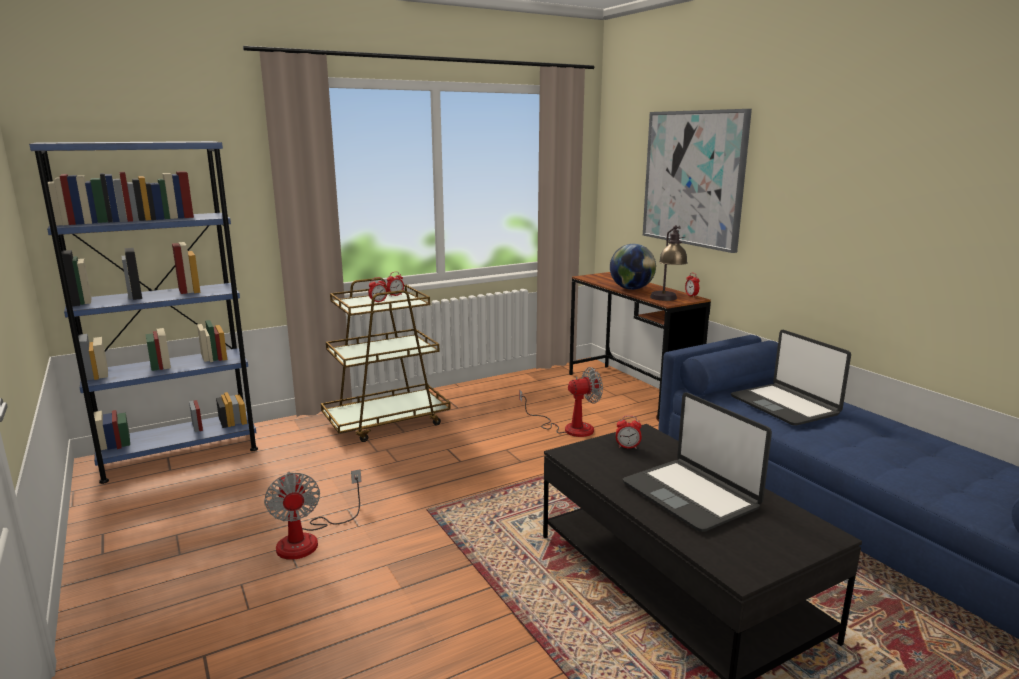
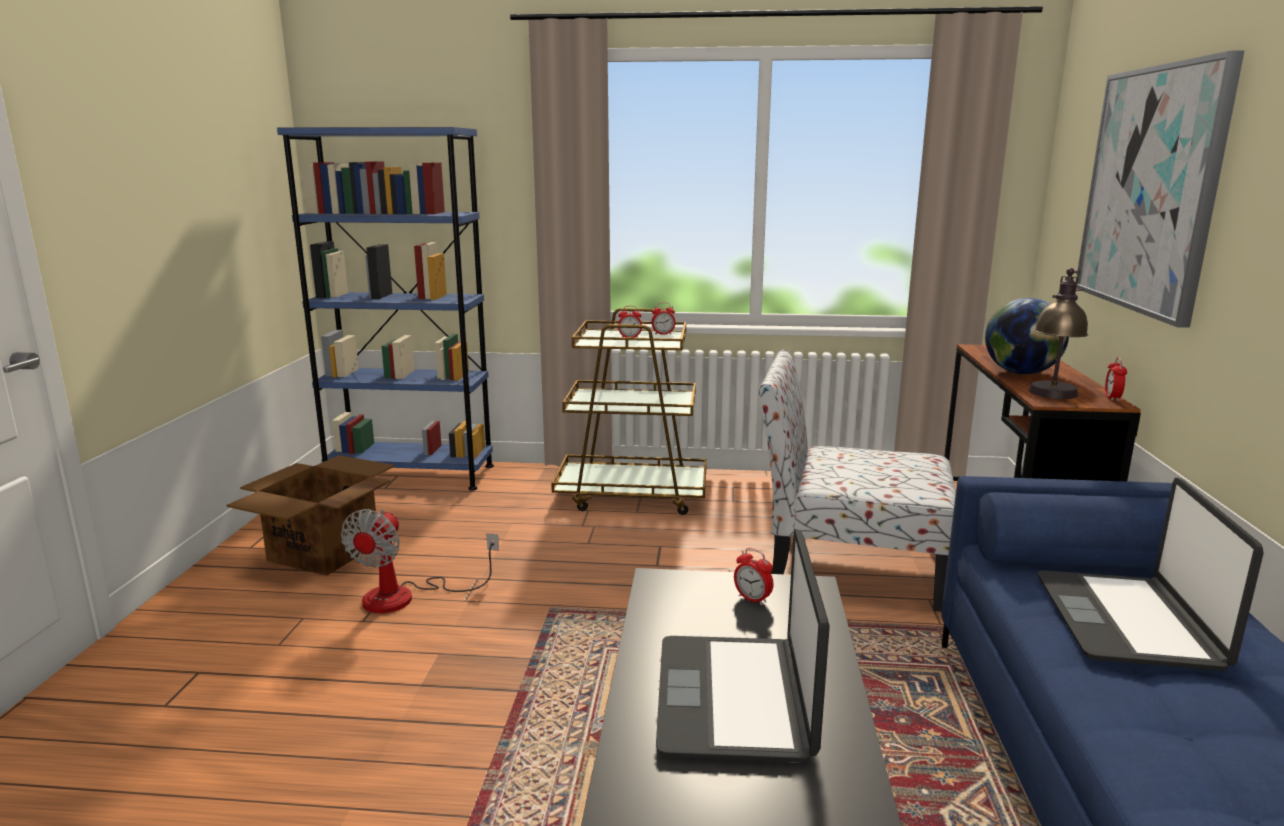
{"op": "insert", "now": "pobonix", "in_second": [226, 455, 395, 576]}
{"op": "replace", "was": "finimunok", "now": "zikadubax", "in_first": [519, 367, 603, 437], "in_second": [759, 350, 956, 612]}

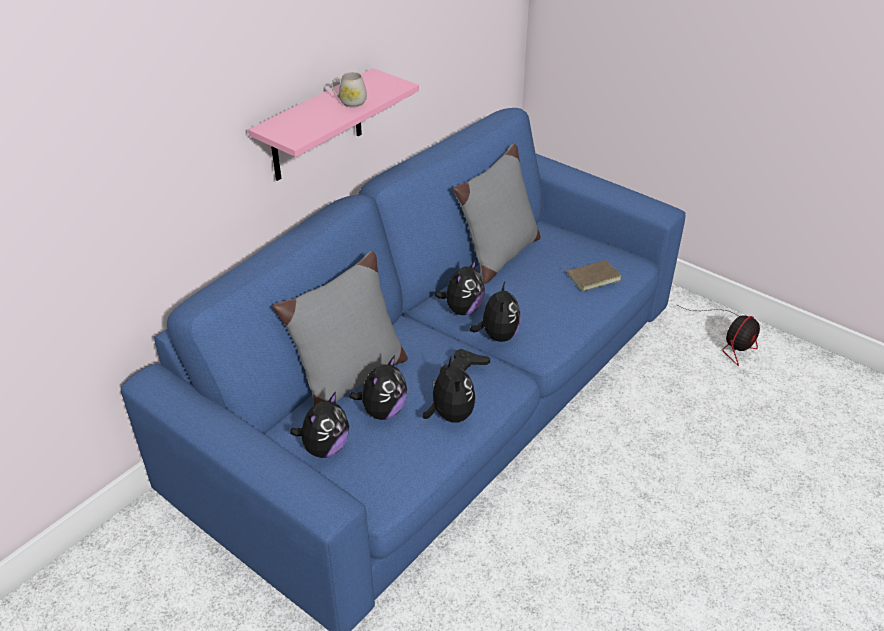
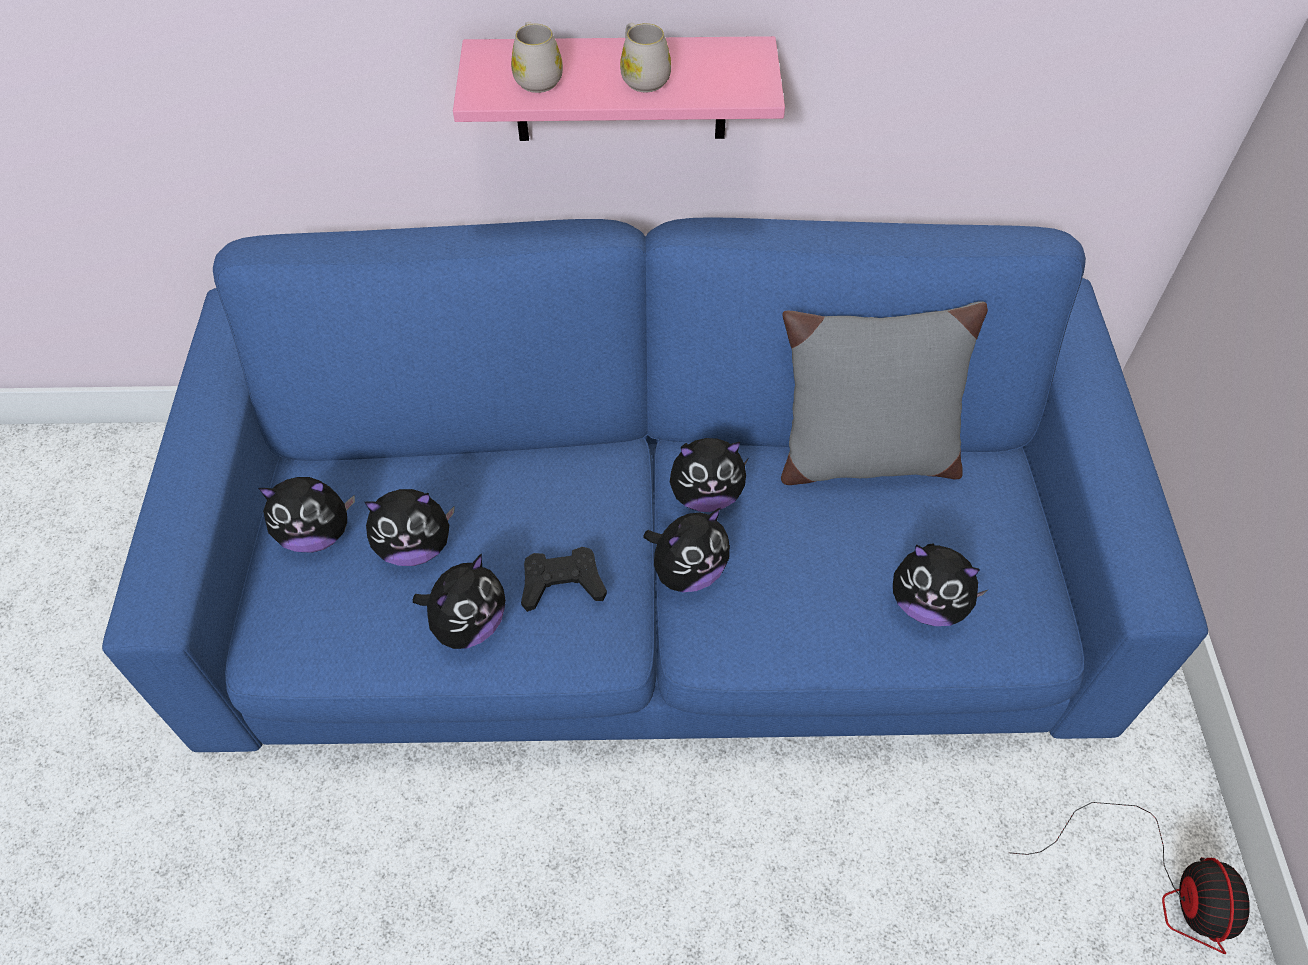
{"op": "delete", "was": "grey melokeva", "in_first": [272, 251, 408, 406]}
{"op": "insert", "now": "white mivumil", "in_second": [511, 22, 563, 93]}
{"op": "replace", "was": "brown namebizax", "now": "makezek", "in_first": [563, 260, 622, 291], "in_second": [893, 543, 989, 626]}
{"op": "rotate", "was": "finimunok", "in_first": [676, 304, 760, 366], "in_second": [1008, 802, 1250, 954], "clockwise": -90}

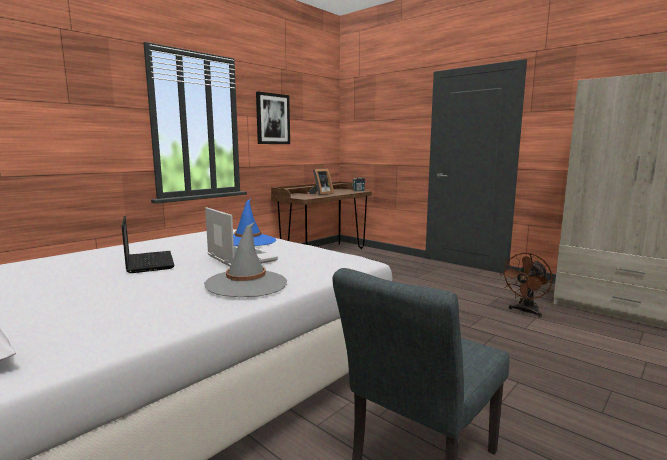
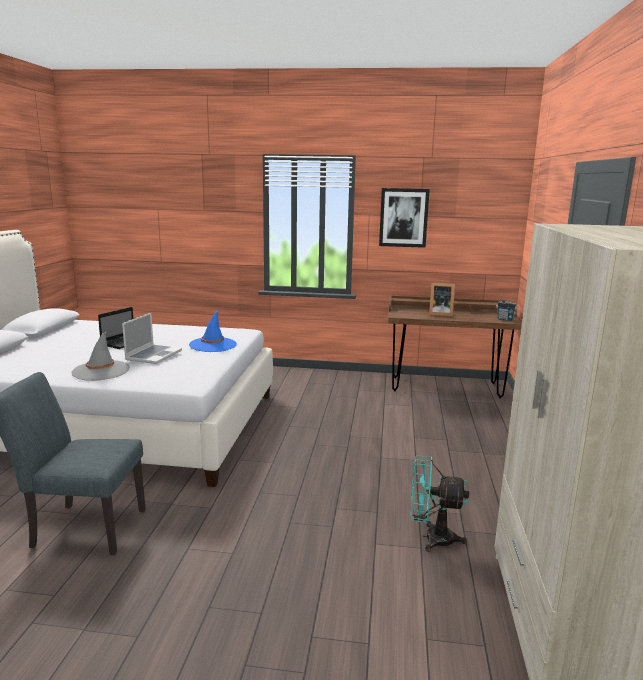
{"op": "recolor", "was": "brown finimunok", "now": "turquoise finimunok", "in_first": [500, 253, 552, 317], "in_second": [410, 455, 469, 552]}

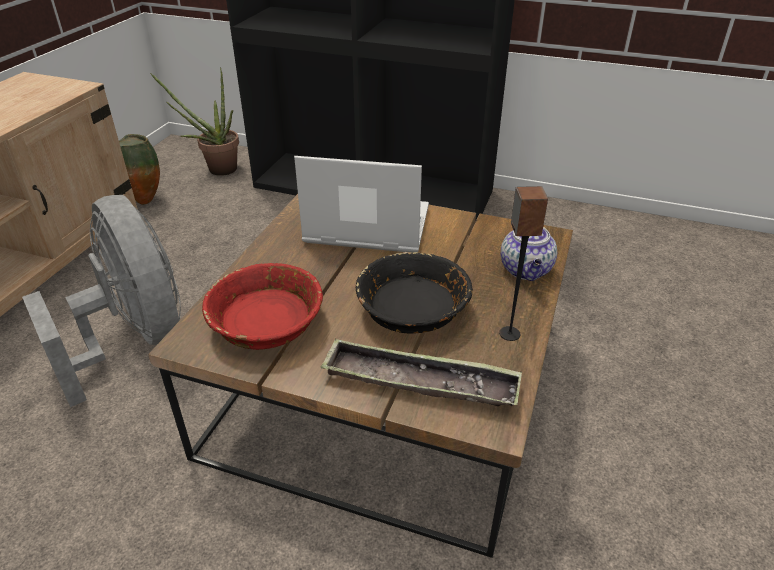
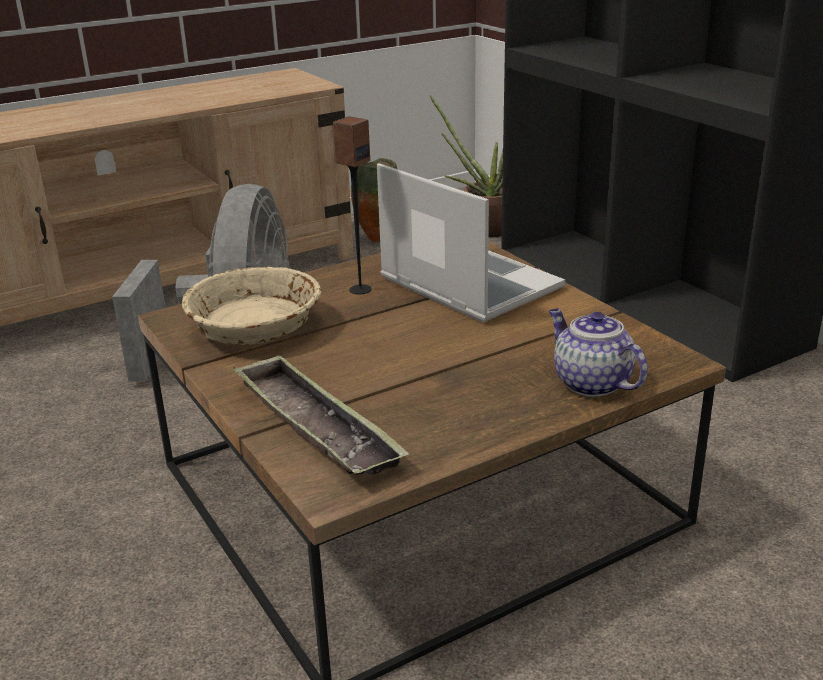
{"op": "delete", "was": "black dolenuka", "in_first": [356, 252, 473, 333]}
{"op": "move", "was": "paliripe", "in_first": [499, 186, 548, 341], "in_second": [333, 116, 372, 294]}
{"op": "recolor", "was": "red dolenuka", "now": "beige dolenuka", "in_first": [202, 263, 323, 350], "in_second": [182, 267, 321, 345]}
{"op": "rotate", "was": "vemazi", "in_first": [501, 227, 557, 281], "in_second": [549, 309, 648, 397], "clockwise": 105}

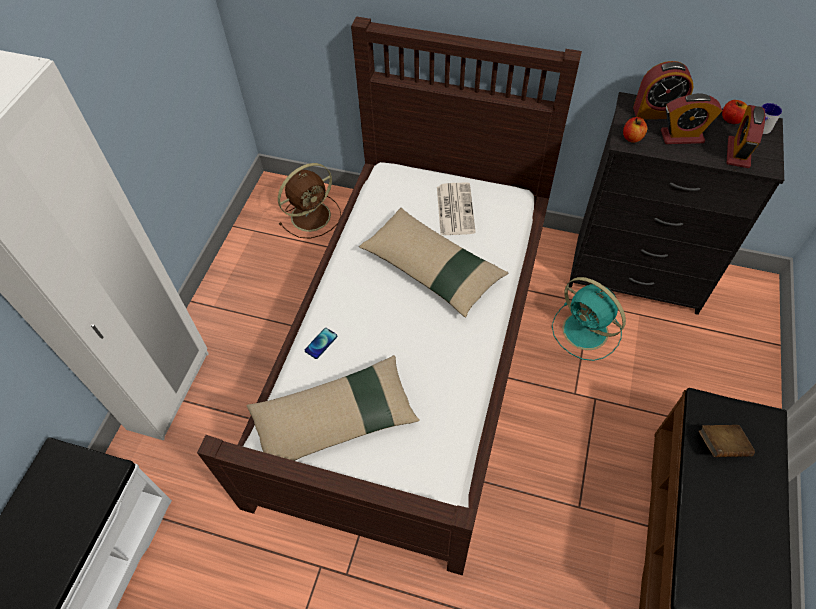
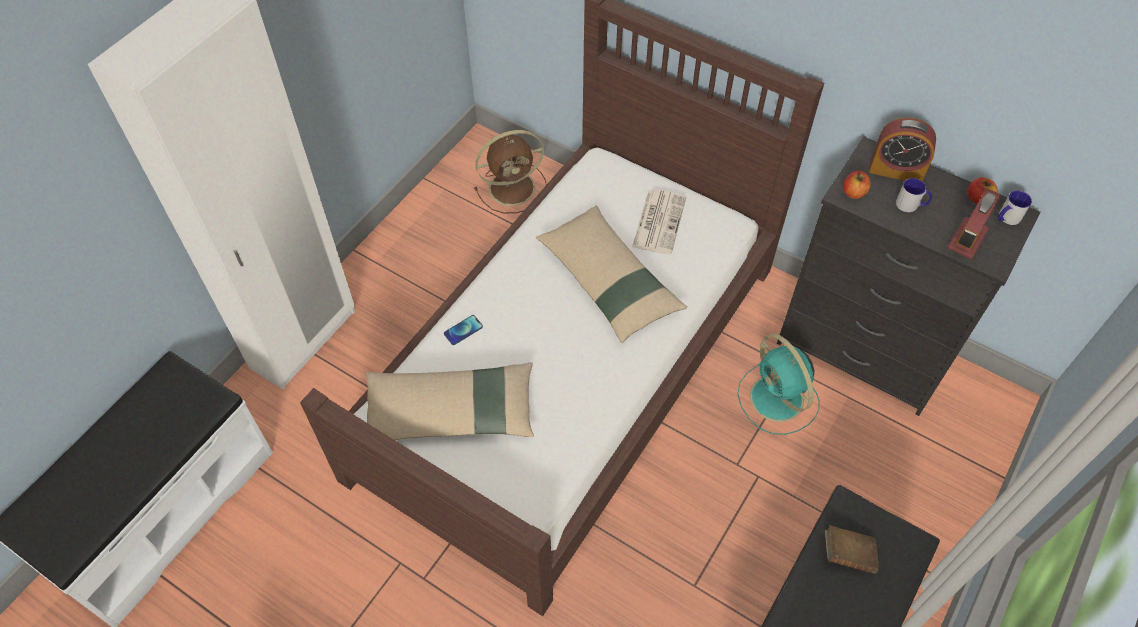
{"op": "replace", "was": "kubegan", "now": "mivumil", "in_first": [661, 93, 722, 144], "in_second": [896, 178, 932, 212]}

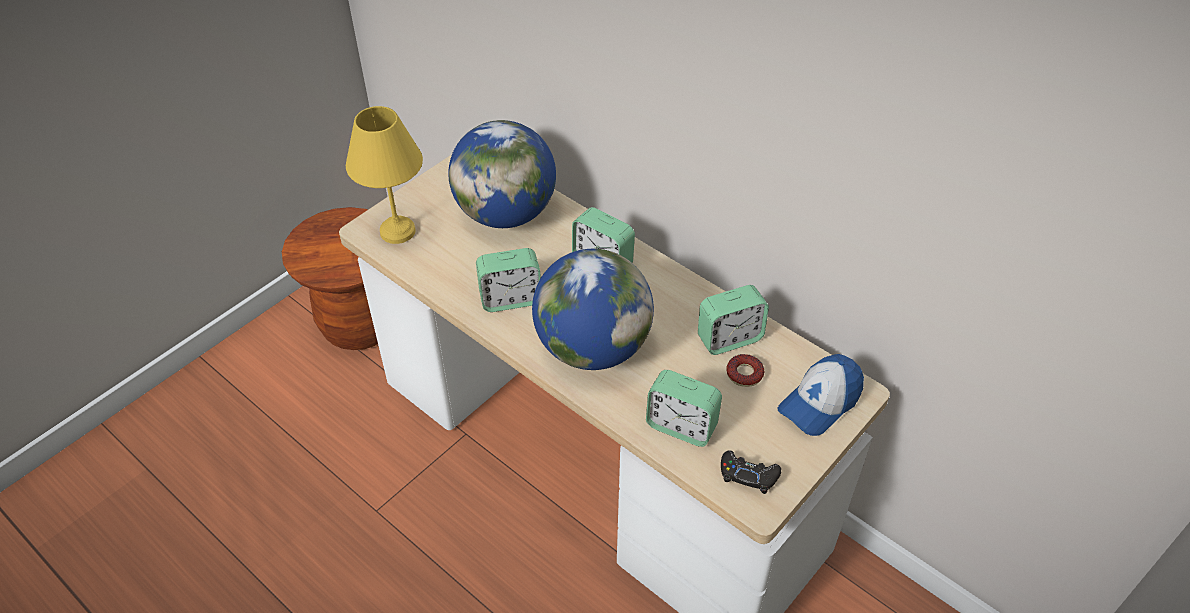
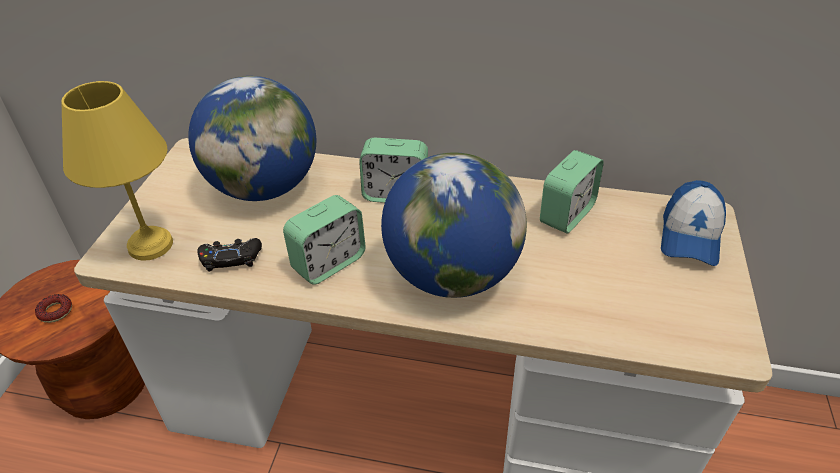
{"op": "delete", "was": "kubegan", "in_first": [646, 370, 722, 447]}
{"op": "move", "was": "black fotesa", "in_first": [721, 451, 781, 494], "in_second": [197, 238, 262, 272]}
{"op": "move", "was": "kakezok", "in_first": [726, 354, 764, 387], "in_second": [35, 294, 72, 323]}

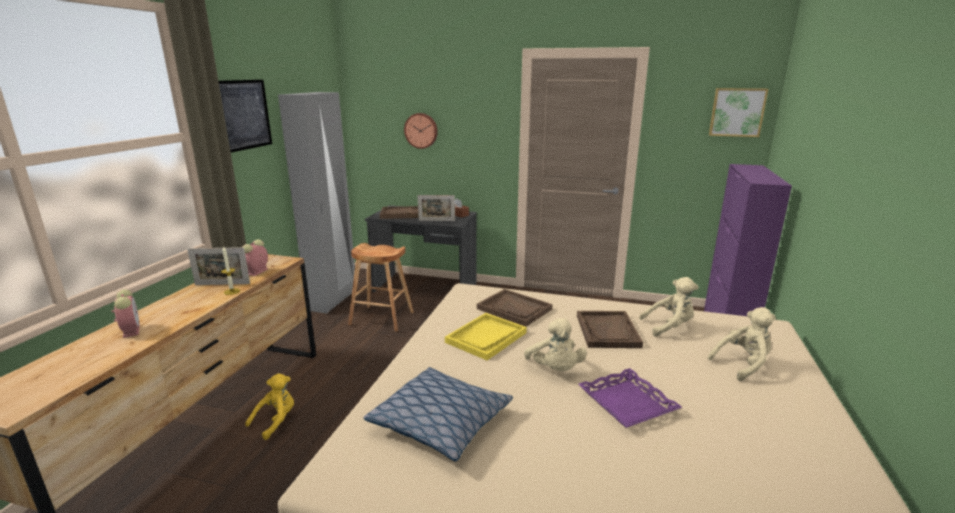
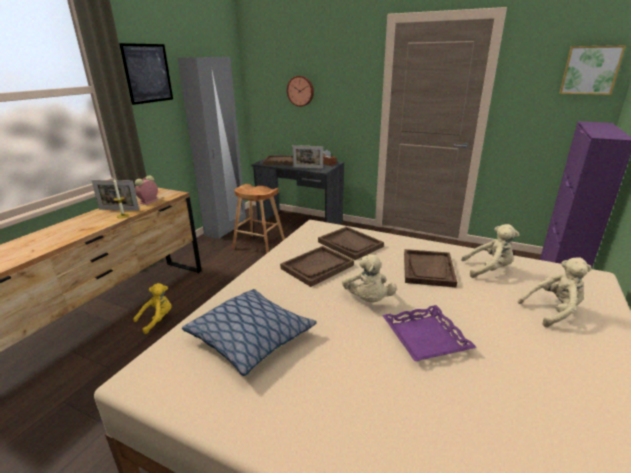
{"op": "delete", "was": "kubegan", "in_first": [112, 290, 140, 338]}
{"op": "recolor", "was": "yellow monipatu", "now": "brown monipatu", "in_first": [445, 313, 527, 360], "in_second": [280, 246, 354, 287]}

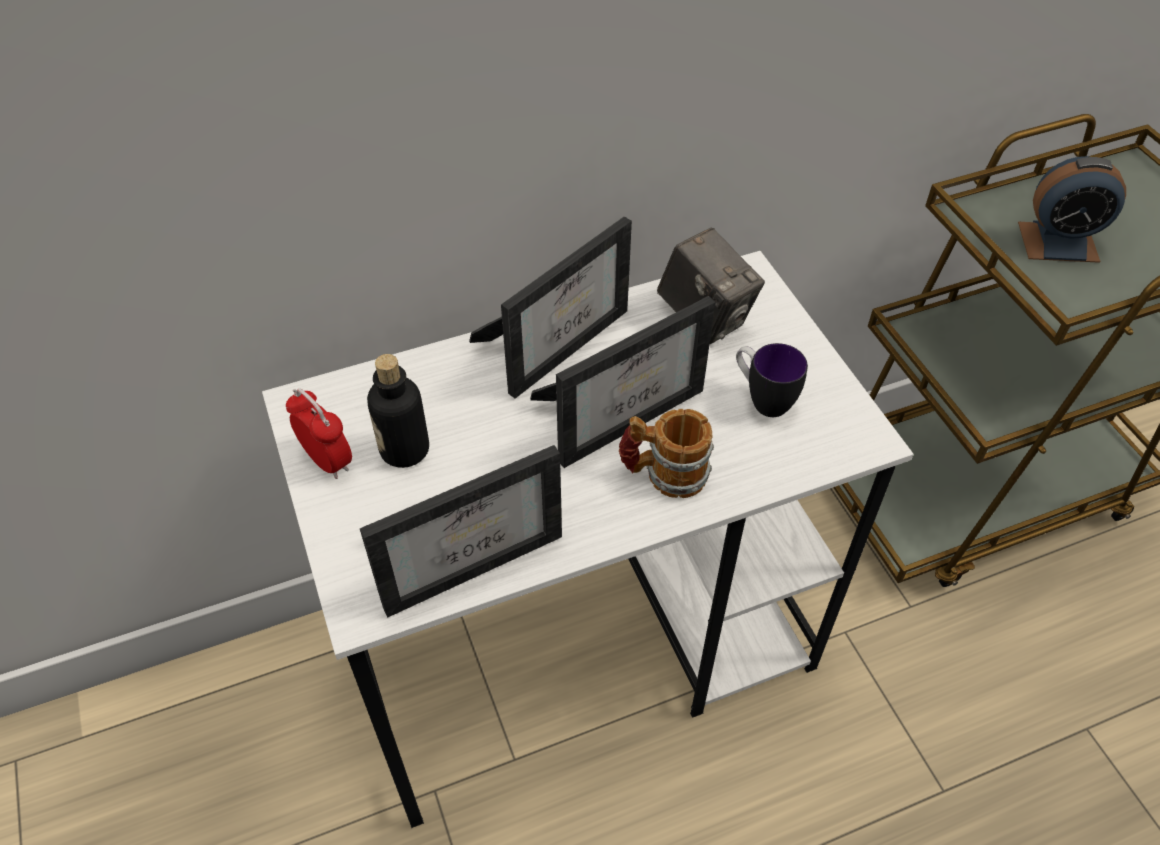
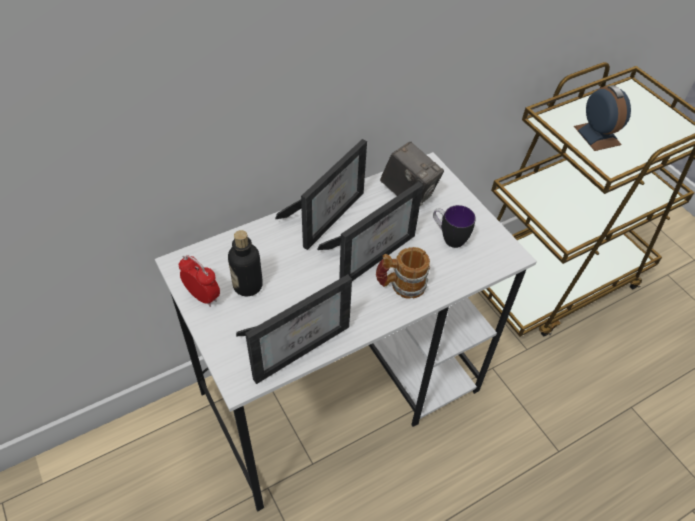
{"op": "rotate", "was": "kubegan", "in_first": [1018, 156, 1126, 263], "in_second": [574, 85, 631, 151], "clockwise": -105}

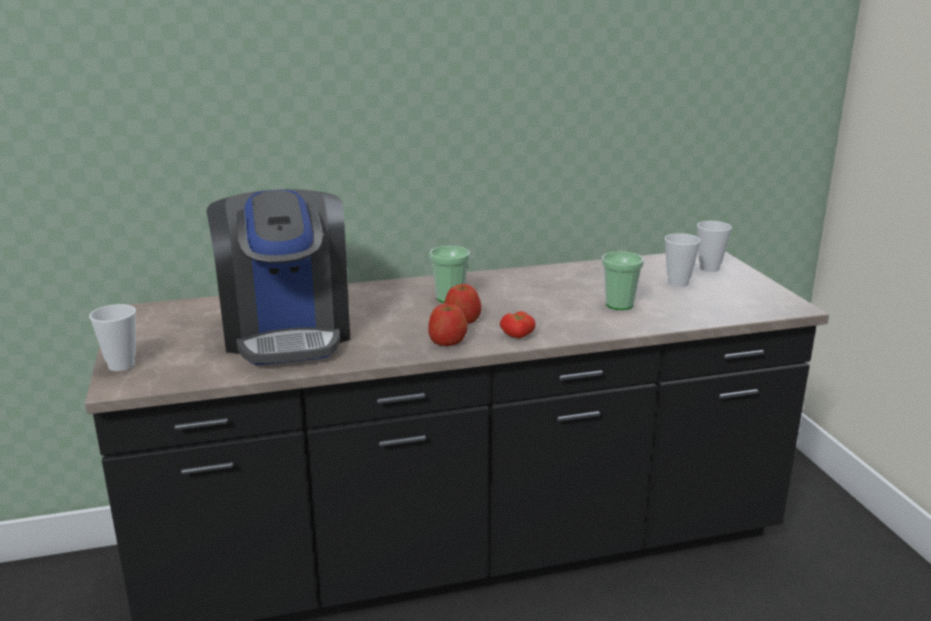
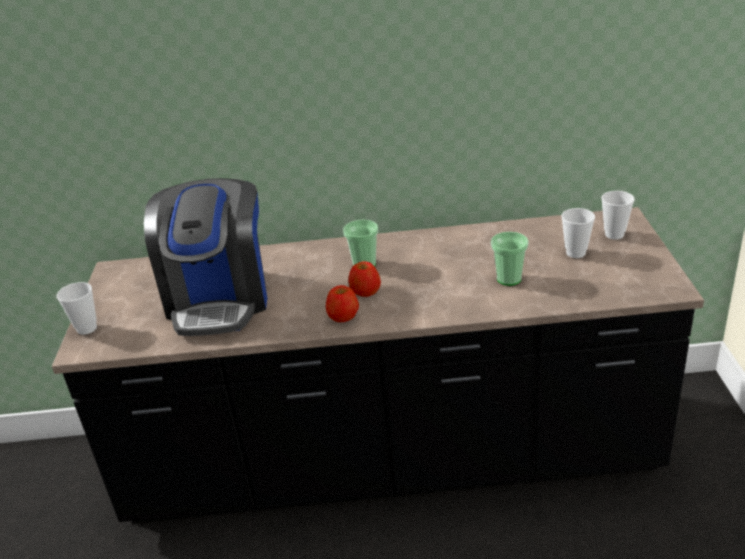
{"op": "delete", "was": "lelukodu", "in_first": [500, 311, 536, 338]}

